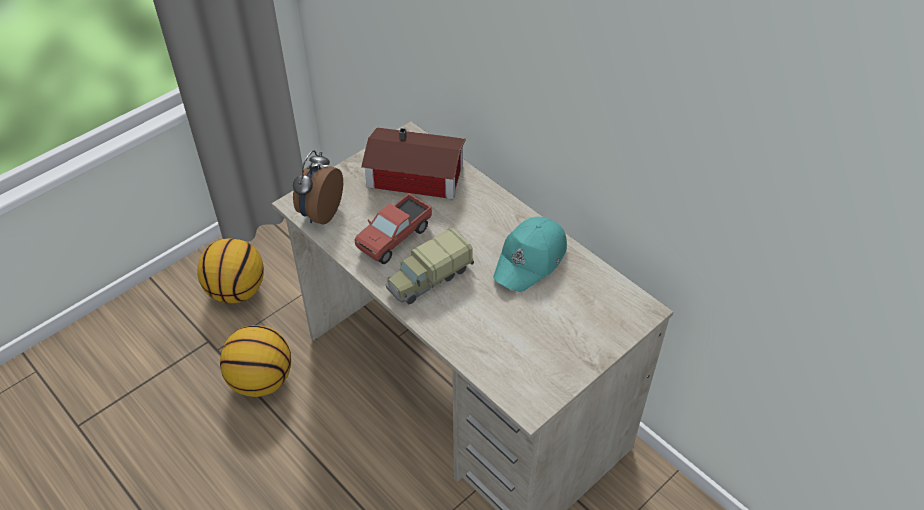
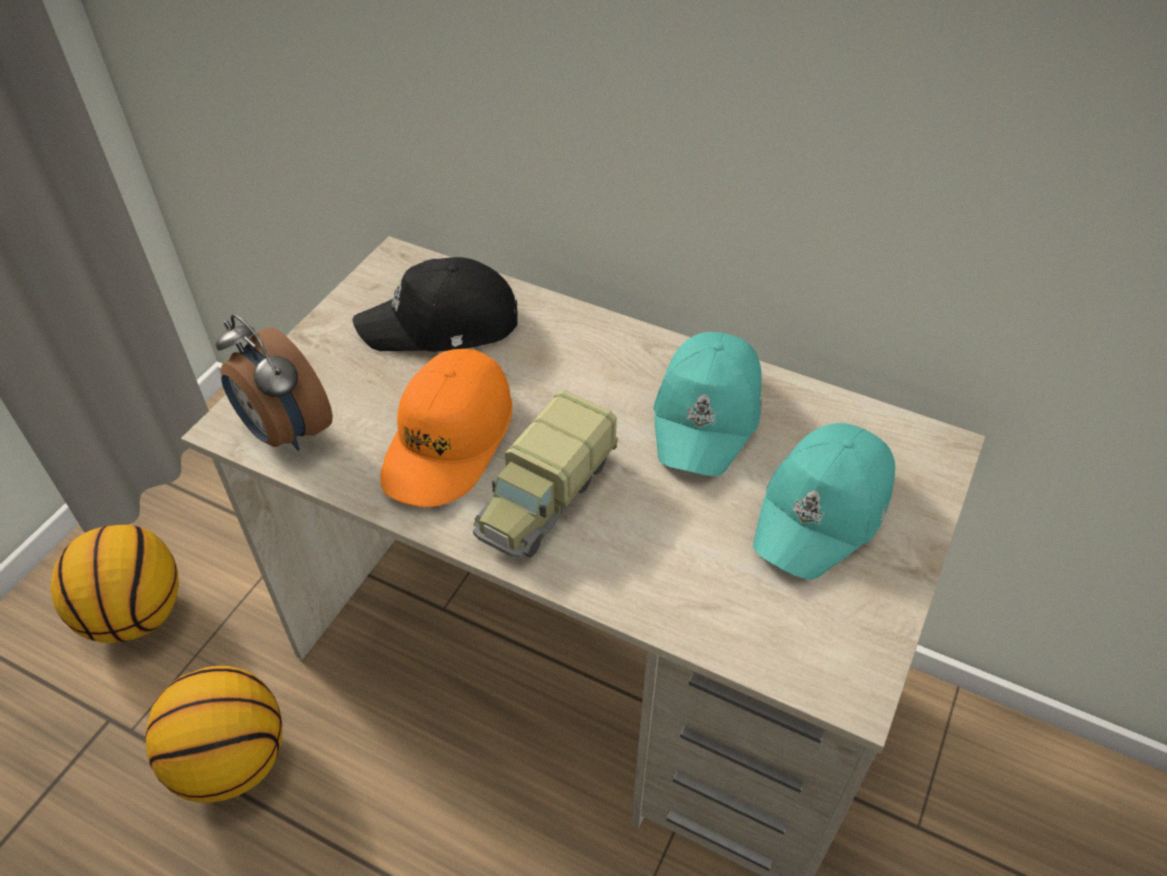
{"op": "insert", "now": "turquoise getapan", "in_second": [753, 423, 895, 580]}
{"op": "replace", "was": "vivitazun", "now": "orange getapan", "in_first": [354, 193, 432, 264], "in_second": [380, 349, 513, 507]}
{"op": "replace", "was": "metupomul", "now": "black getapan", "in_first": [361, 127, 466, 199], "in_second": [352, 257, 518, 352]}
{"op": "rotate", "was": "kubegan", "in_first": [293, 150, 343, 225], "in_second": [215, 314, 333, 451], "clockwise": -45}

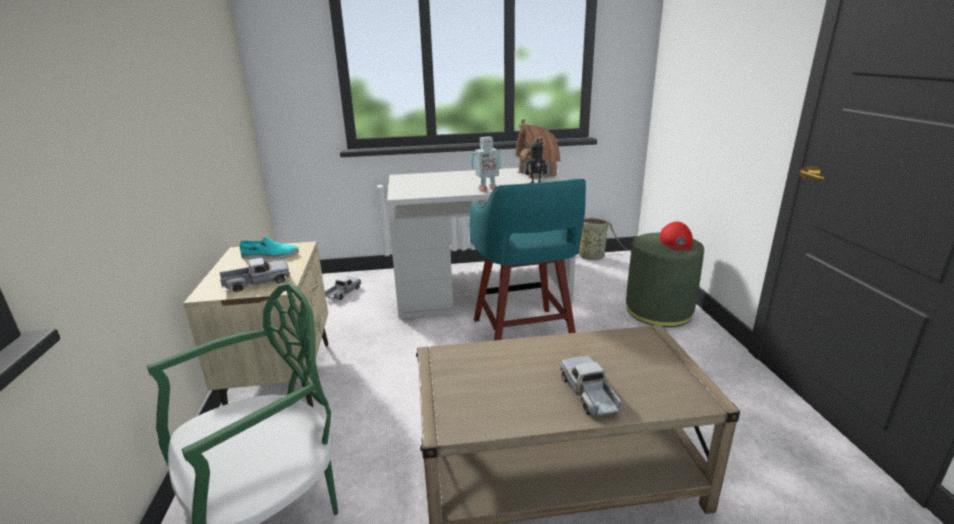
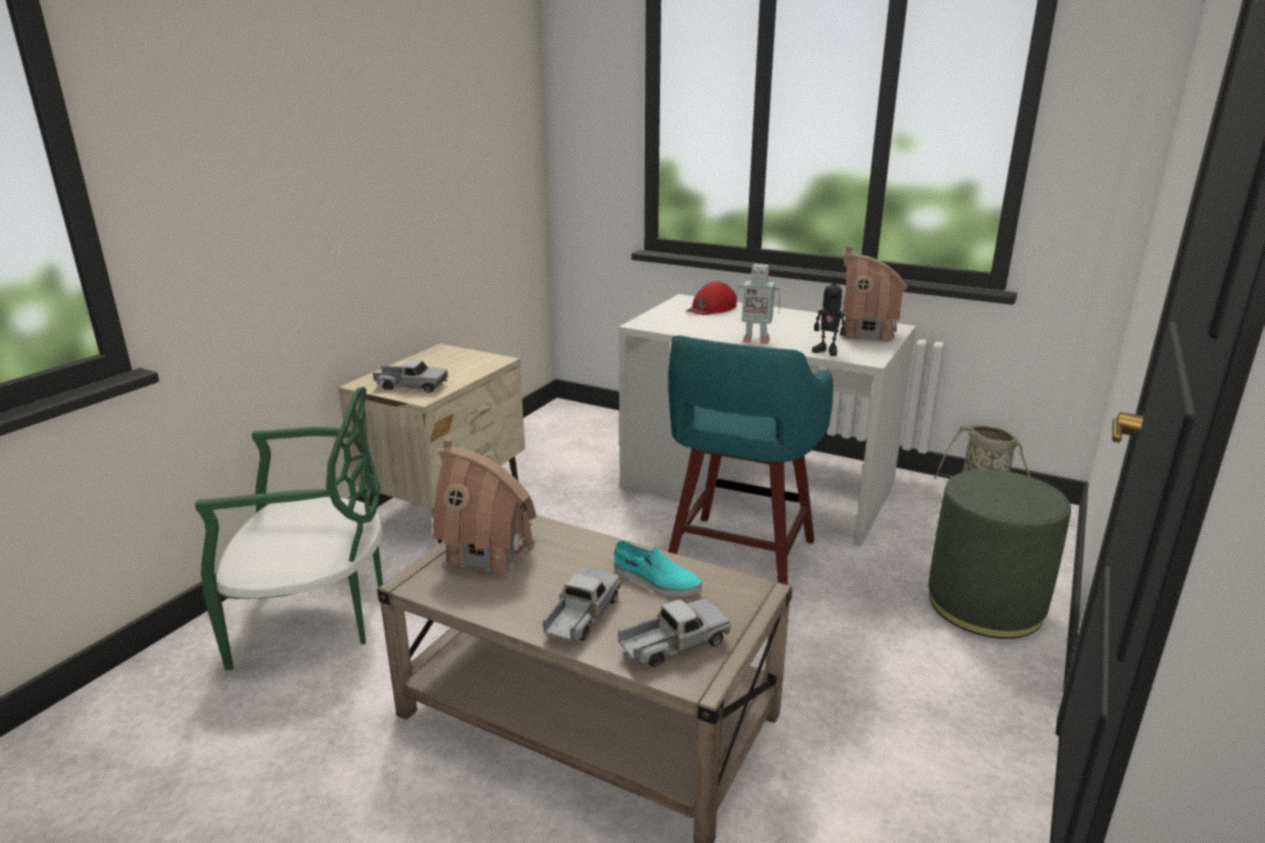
{"op": "insert", "now": "metupomul", "in_second": [433, 437, 537, 575]}
{"op": "move", "was": "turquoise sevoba", "in_first": [240, 237, 299, 259], "in_second": [614, 541, 702, 597]}
{"op": "move", "was": "vivitazun", "in_first": [325, 277, 361, 300], "in_second": [618, 599, 731, 667]}
{"op": "move", "was": "red getapan", "in_first": [660, 222, 693, 251], "in_second": [686, 281, 737, 315]}

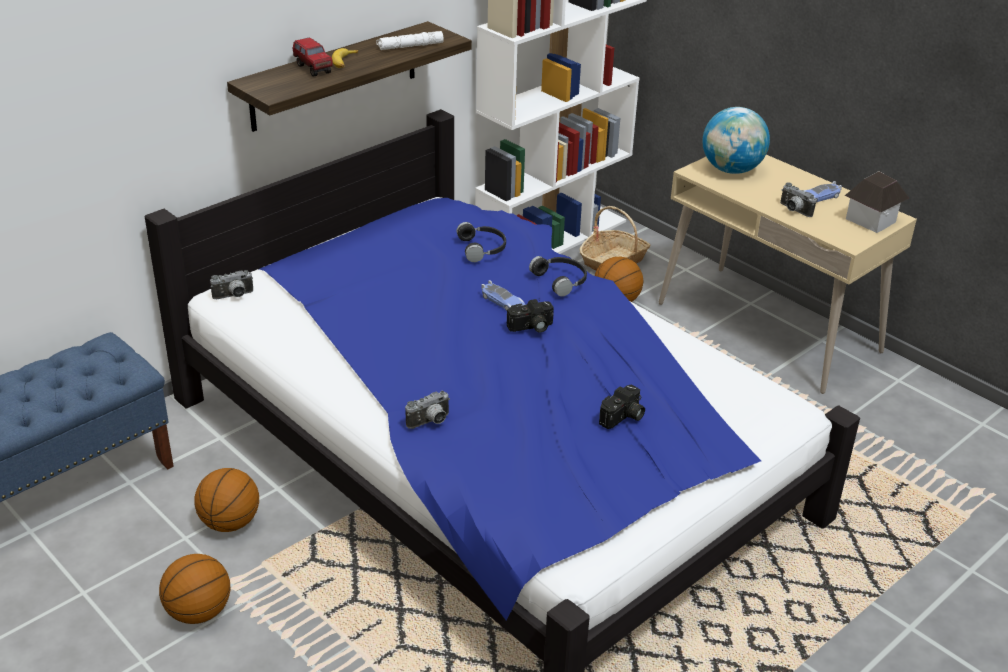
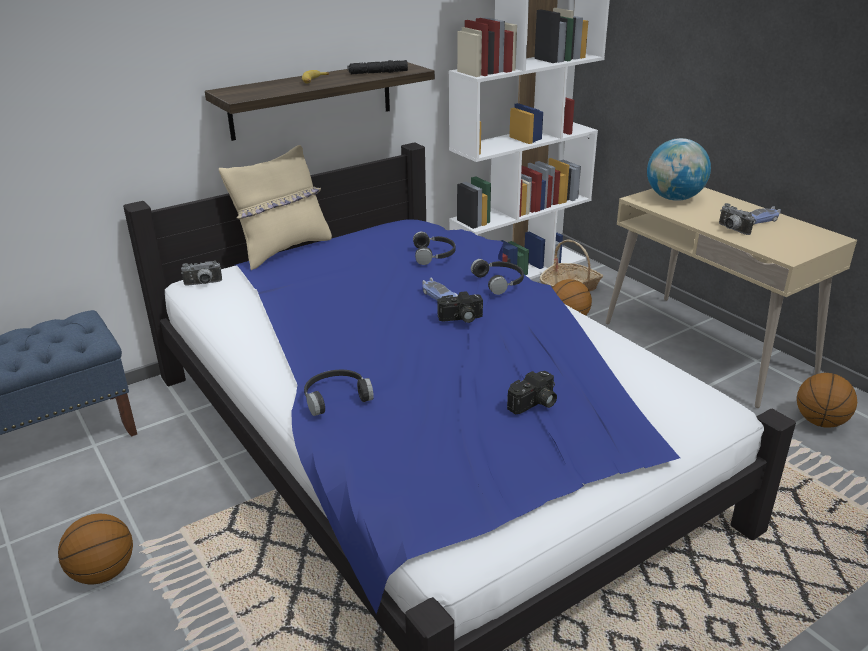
{"op": "delete", "was": "vivitazun", "in_first": [293, 37, 333, 77]}
{"op": "delete", "was": "metupomul", "in_first": [845, 171, 909, 233]}
{"op": "insert", "now": "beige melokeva", "in_second": [219, 145, 332, 270]}
{"op": "move", "was": "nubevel", "in_first": [194, 468, 259, 532], "in_second": [797, 373, 857, 428]}
{"op": "replace", "was": "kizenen", "now": "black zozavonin", "in_first": [405, 390, 450, 429], "in_second": [304, 370, 374, 416]}
{"op": "recolor", "was": "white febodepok", "now": "black febodepok", "in_first": [376, 31, 444, 50], "in_second": [347, 60, 408, 74]}

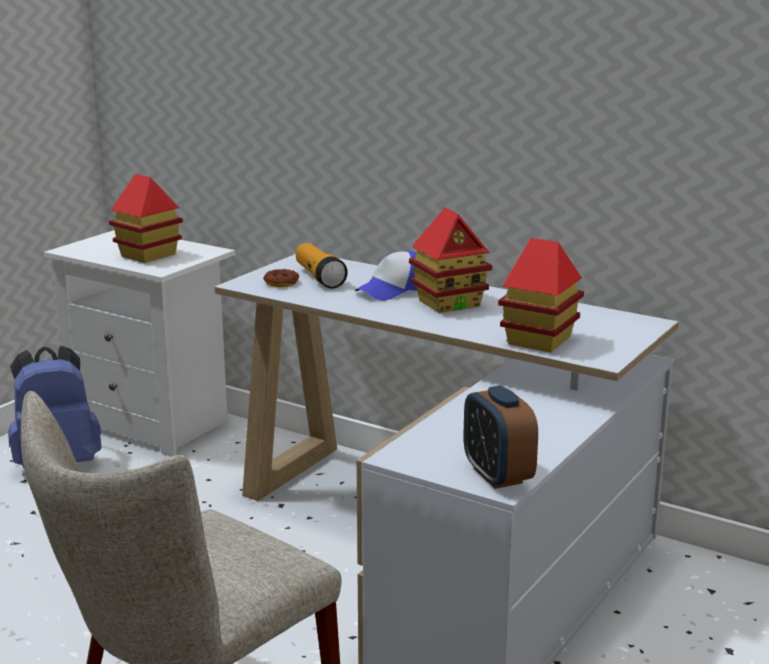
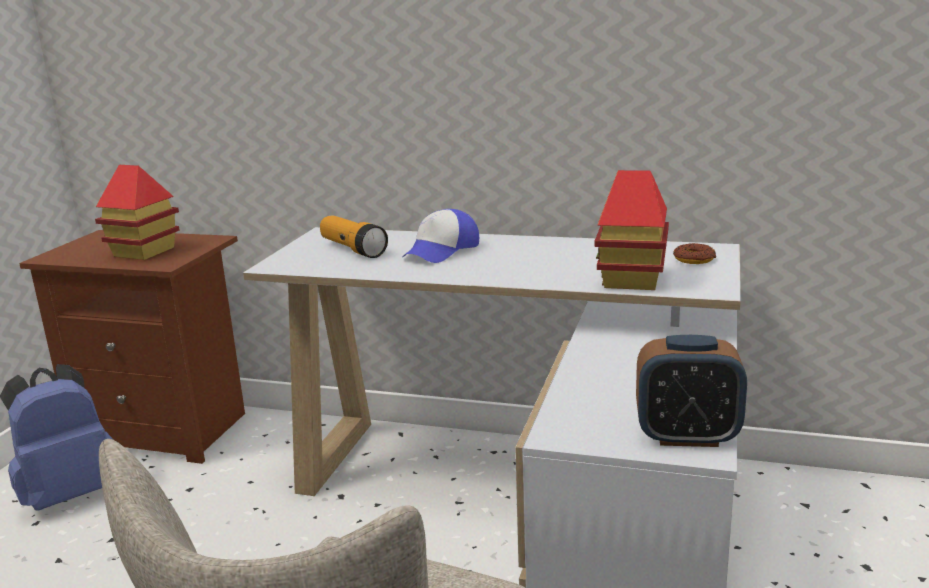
{"op": "delete", "was": "metupomul", "in_first": [409, 208, 492, 313]}
{"op": "move", "was": "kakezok", "in_first": [264, 269, 299, 287], "in_second": [673, 243, 716, 264]}
{"op": "recolor", "was": "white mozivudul", "now": "brown mozivudul", "in_first": [44, 230, 235, 457], "in_second": [19, 230, 245, 464]}
{"op": "rotate", "was": "kubegan", "in_first": [463, 386, 538, 489], "in_second": [636, 335, 747, 447], "clockwise": -45}

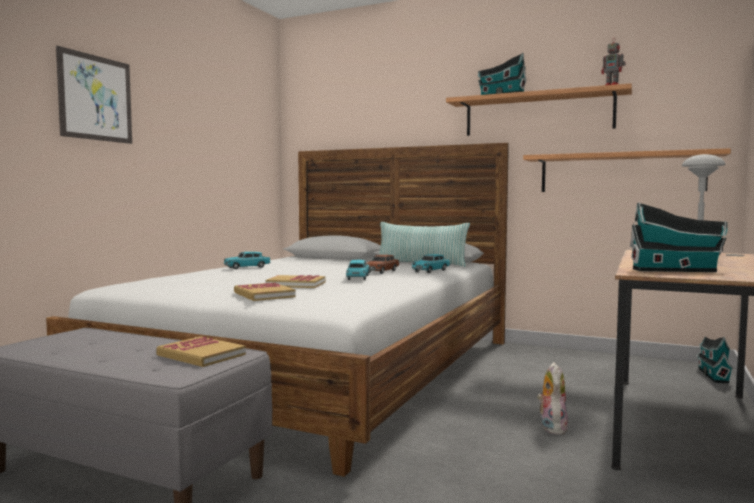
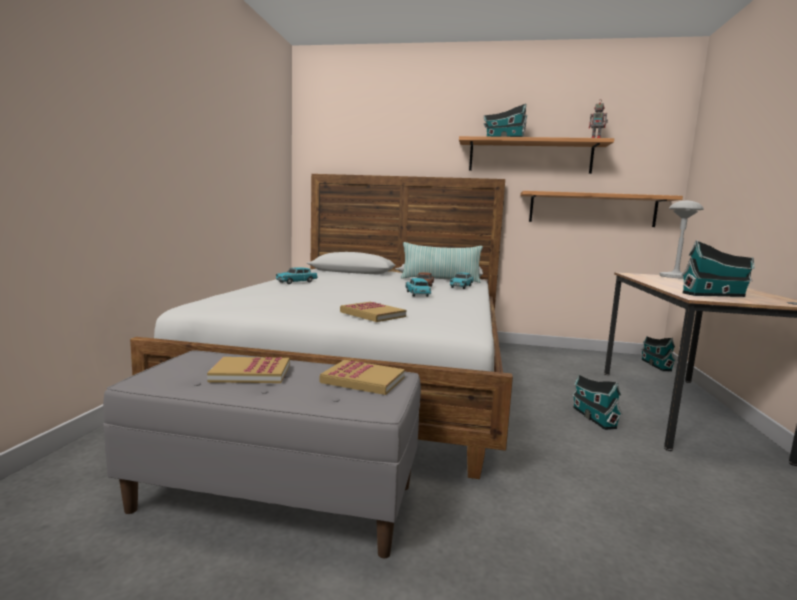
{"op": "delete", "was": "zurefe", "in_first": [56, 46, 132, 144]}
{"op": "move", "was": "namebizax", "in_first": [265, 275, 325, 288], "in_second": [207, 357, 290, 383]}
{"op": "replace", "was": "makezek", "now": "metupomul", "in_first": [537, 362, 568, 435], "in_second": [572, 374, 622, 430]}

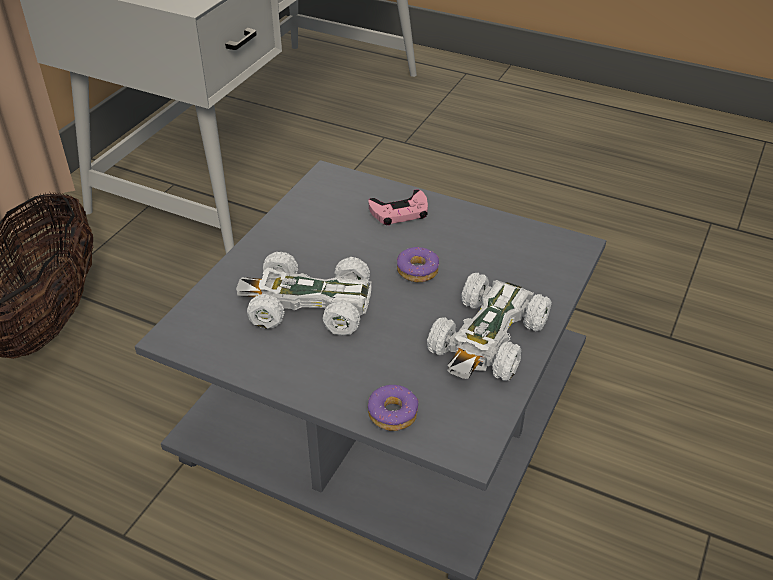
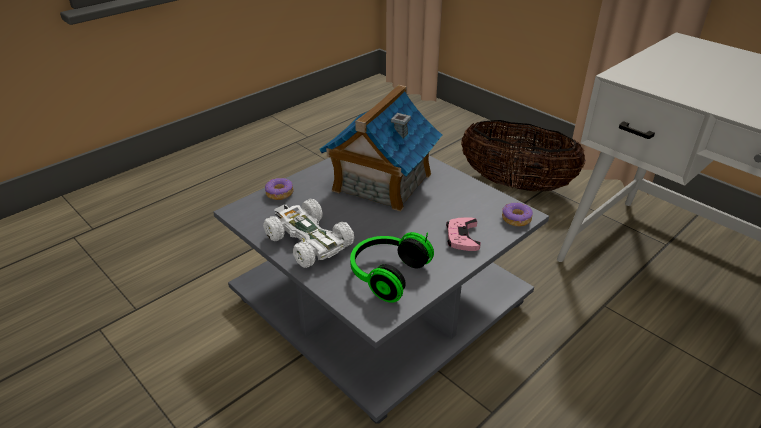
{"op": "insert", "now": "zozavonin", "in_second": [350, 232, 434, 303]}
{"op": "move", "was": "kakezok", "in_first": [397, 247, 439, 283], "in_second": [502, 203, 533, 227]}
{"op": "replace", "was": "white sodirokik", "now": "metupomul", "in_first": [236, 252, 372, 335], "in_second": [319, 84, 442, 212]}

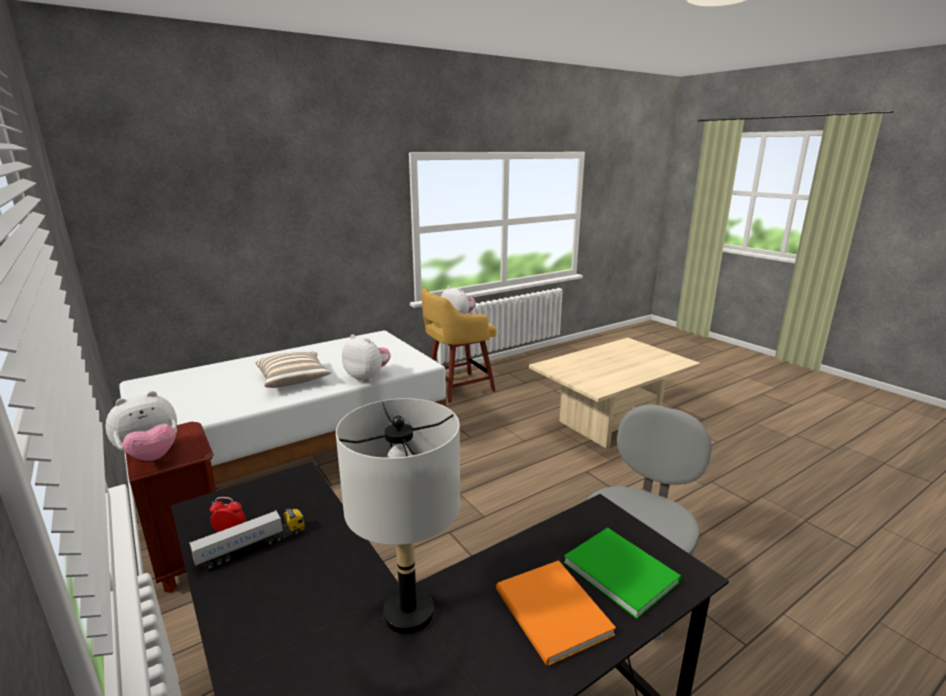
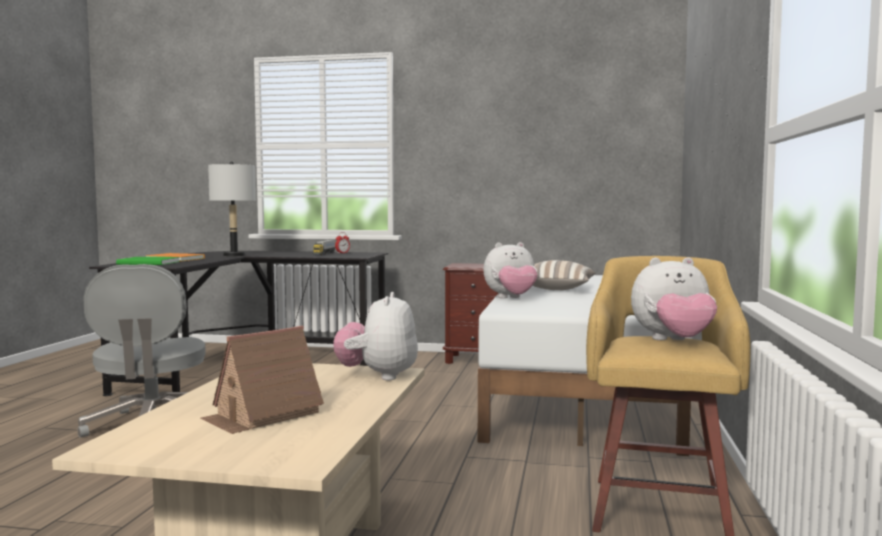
{"op": "insert", "now": "metupomul", "in_second": [201, 326, 324, 434]}
{"op": "move", "was": "makezek", "in_first": [106, 391, 177, 461], "in_second": [333, 292, 418, 380]}

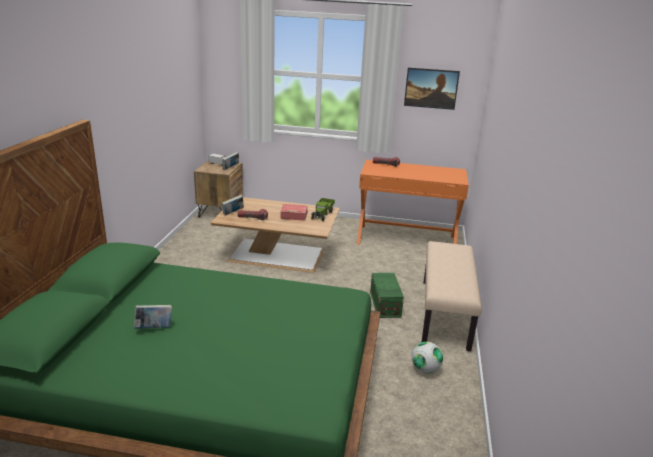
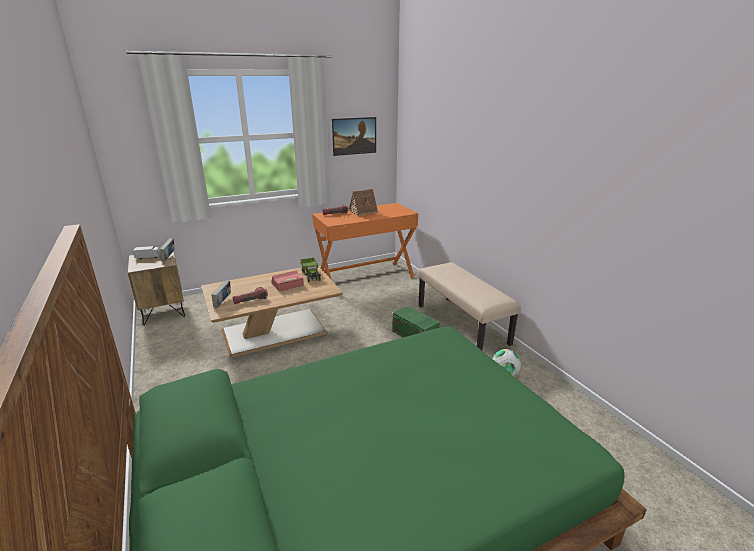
{"op": "delete", "was": "namebizax", "in_first": [134, 305, 172, 328]}
{"op": "insert", "now": "metupomul", "in_second": [349, 189, 379, 216]}

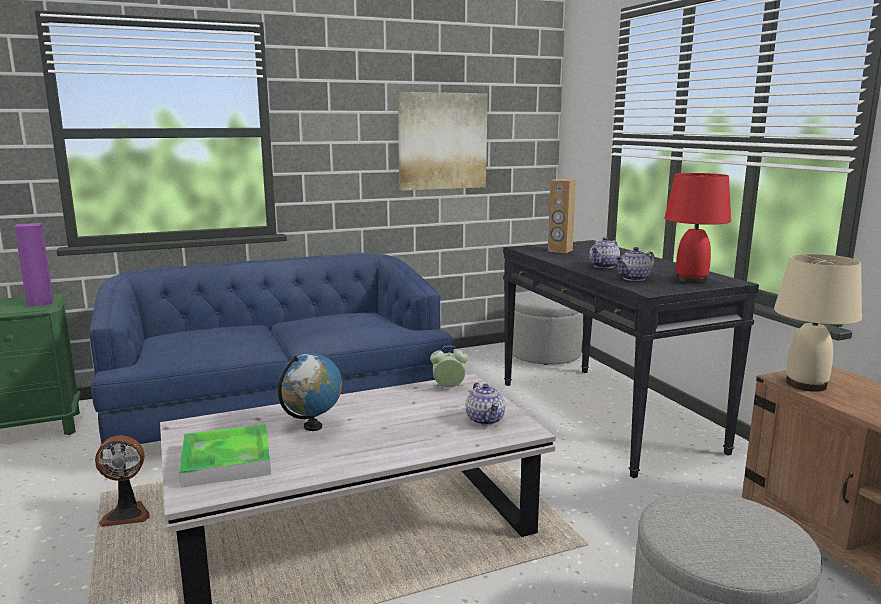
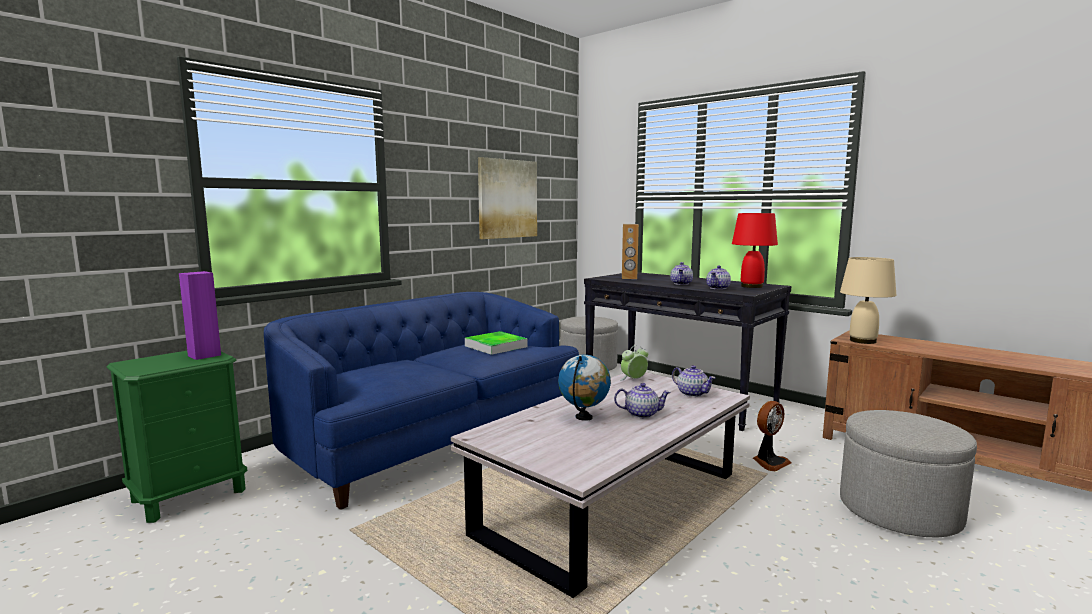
{"op": "insert", "now": "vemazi", "in_second": [614, 383, 671, 418]}
{"op": "move", "was": "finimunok", "in_first": [95, 435, 150, 527], "in_second": [753, 401, 792, 472]}
{"op": "move", "was": "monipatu", "in_first": [179, 424, 271, 488], "in_second": [465, 331, 528, 355]}

